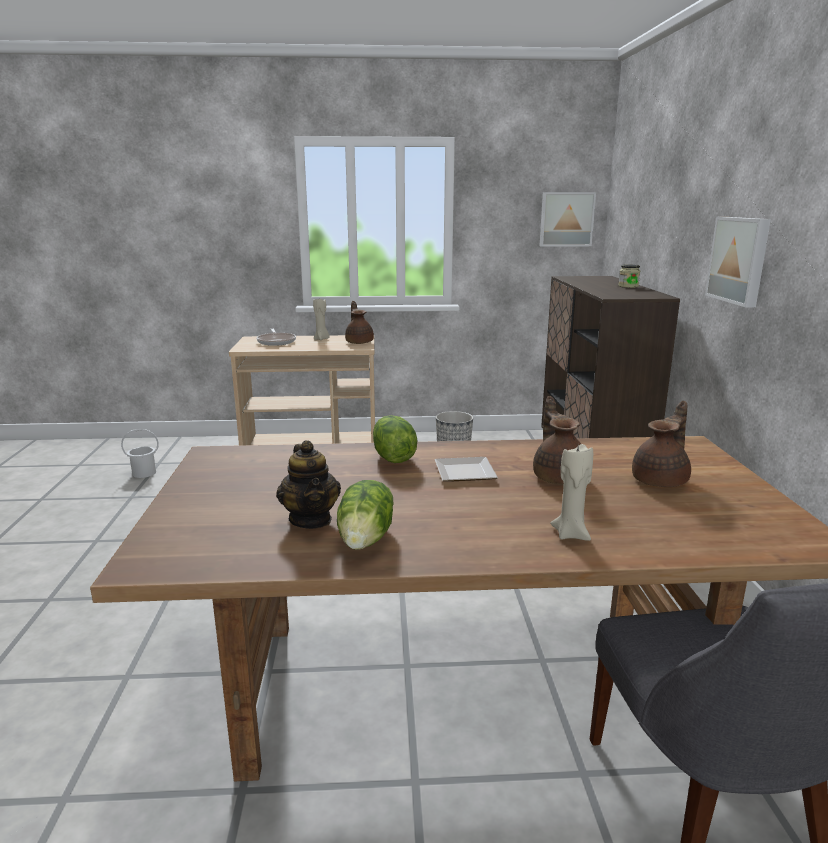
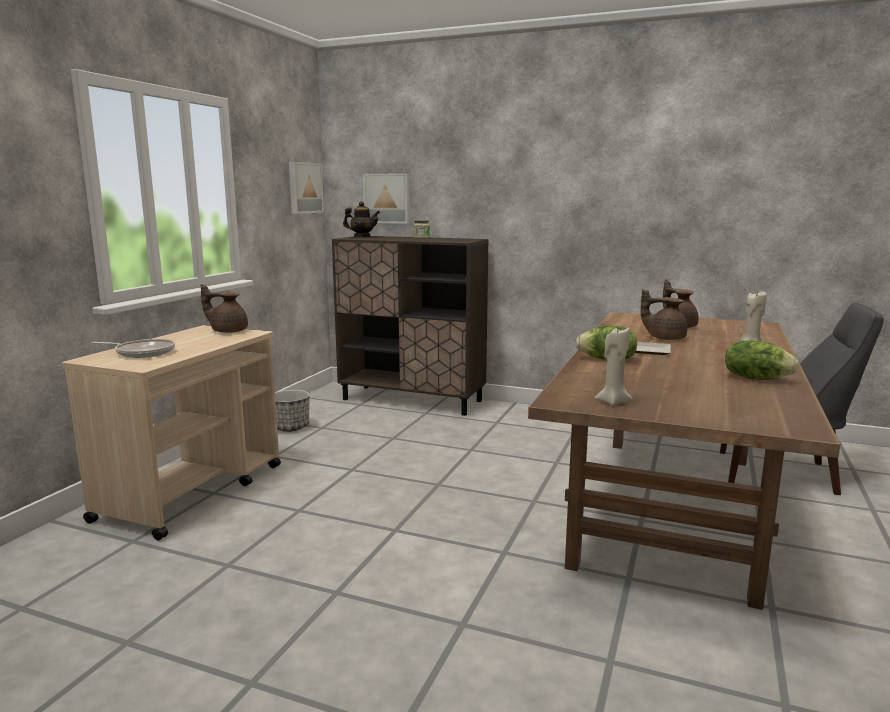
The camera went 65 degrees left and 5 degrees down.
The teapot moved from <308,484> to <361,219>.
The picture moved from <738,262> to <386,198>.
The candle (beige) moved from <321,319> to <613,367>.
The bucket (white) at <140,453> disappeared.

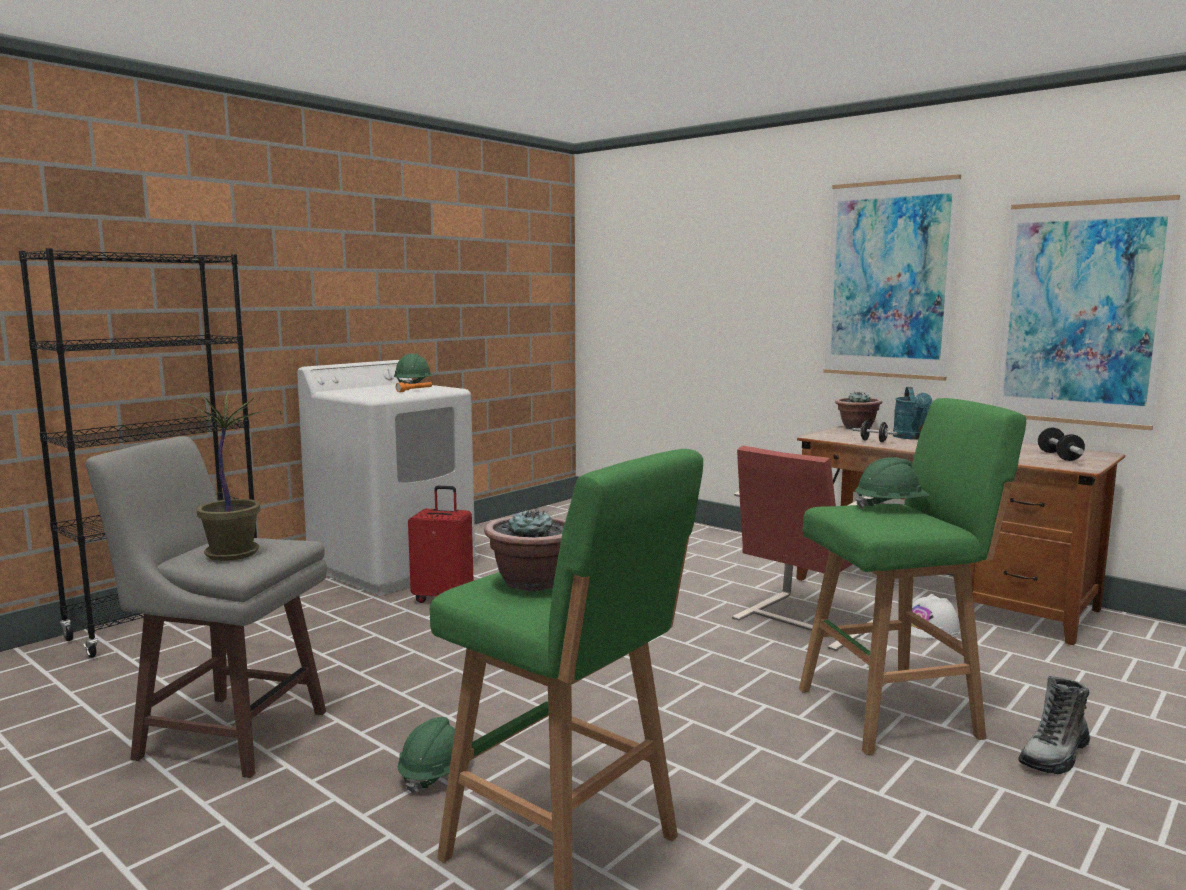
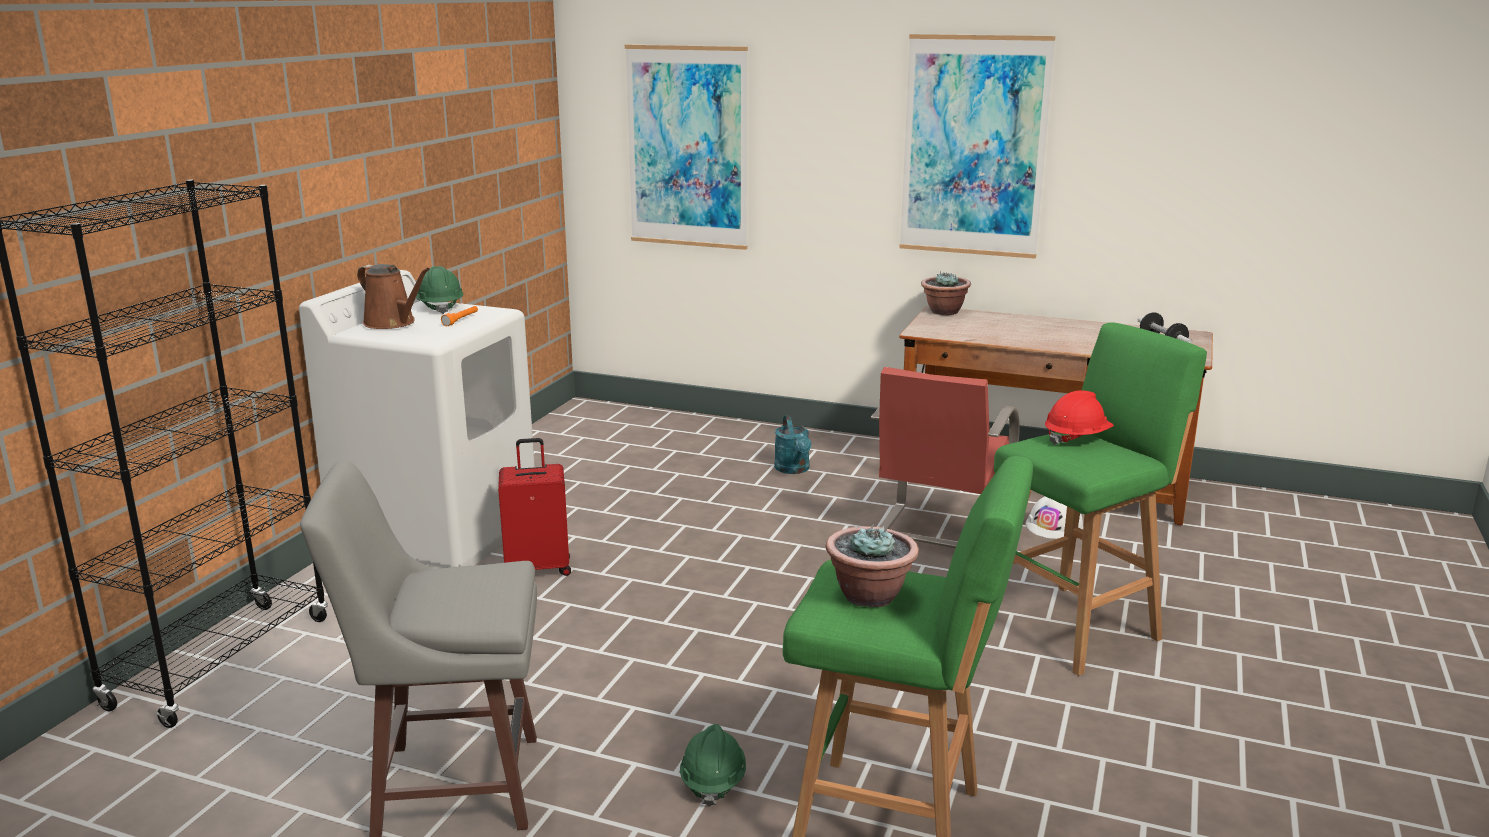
The camera went 20 degrees left and 10 degrees up.
The watering can (brown) at <393,296> appeared.
The picture moved from <1087,312> to <686,147>.
The watering can (turquoise) moved from <912,413> to <792,444>.
The hard hat (green) at <893,483> became the hard hat (red) at <1079,417>.
The potted plant at <225,476> disappeared.
The dumbbell (black) at <874,431> disappeared.
The boot at <1054,725> disappeared.

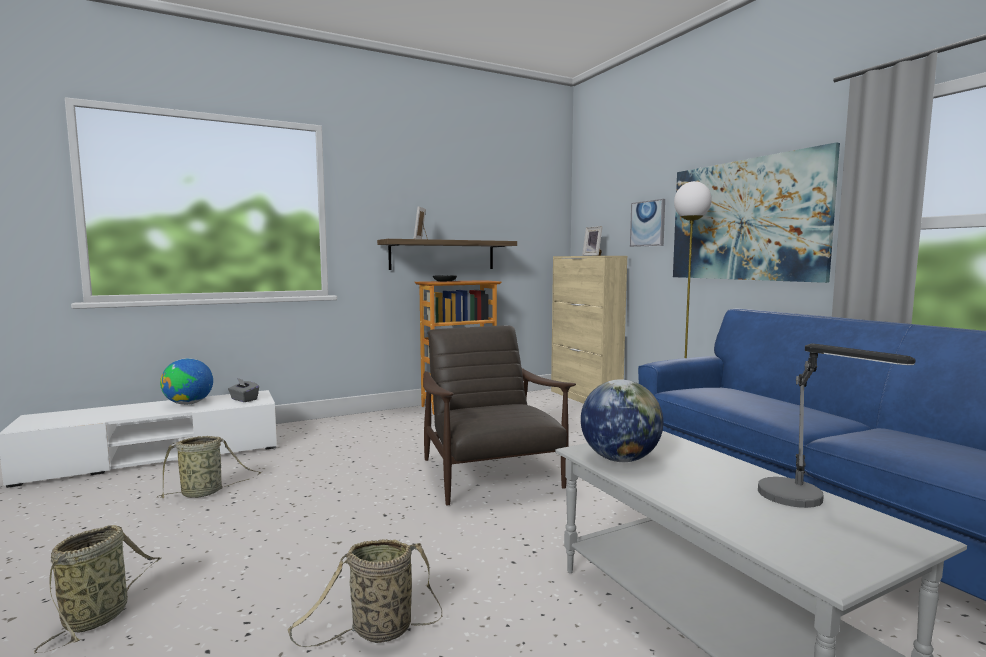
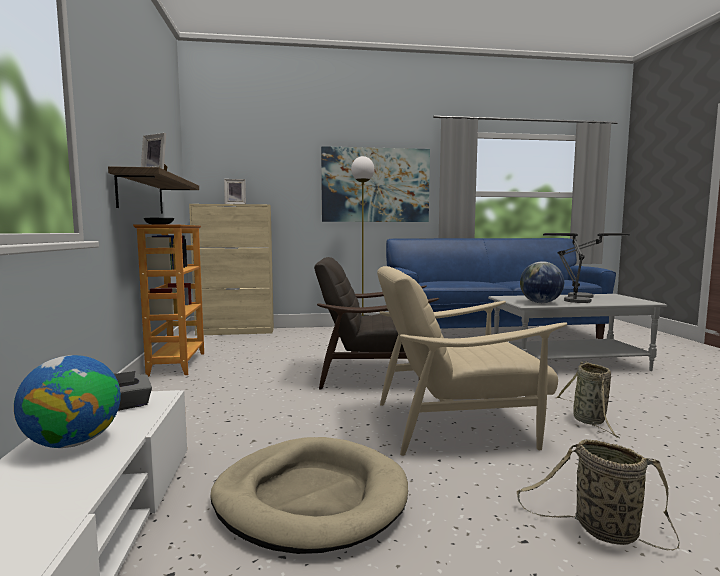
The camera went 70 degrees left and 0 degrees up.
The basket at <209,467> was replaced by the dog bed (beige) at <309,495>.
The armchair (beige) at <472,361> appeared.
The table lamp at <567,268> appeared.
The picture at <647,223> disappeared.

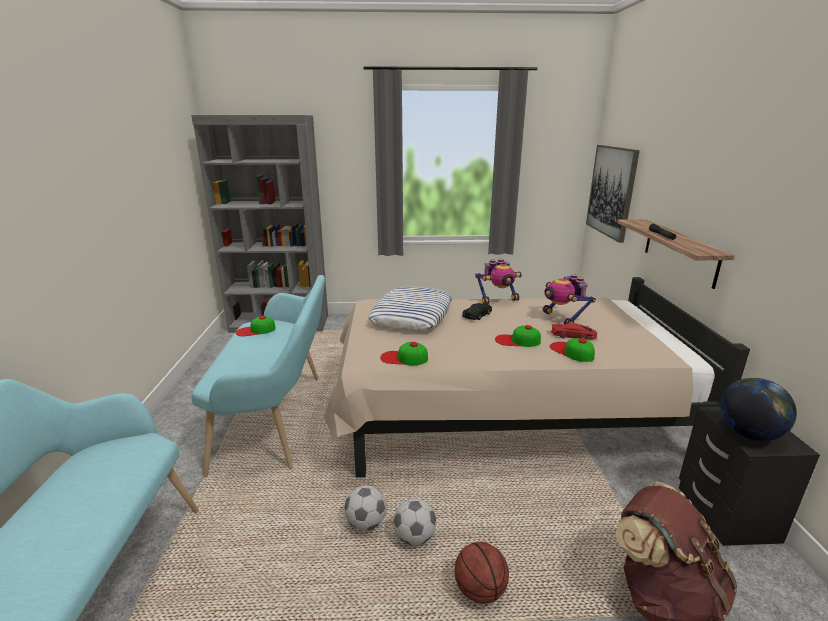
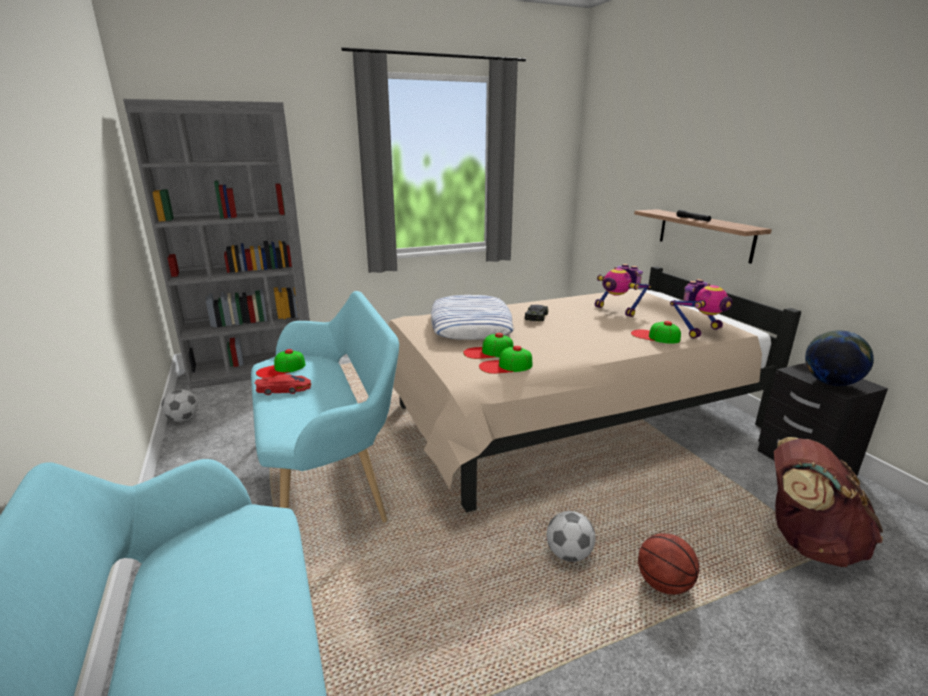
The camera went 20 degrees left and 0 degrees up.
The football moved from <365,508> to <179,405>.
The toy car (red) moved from <574,331> to <283,384>.
The cap moved from <518,336> to <488,346>.
The toy robot moved from <498,281> to <701,309>.
The picture at <613,194> disappeared.

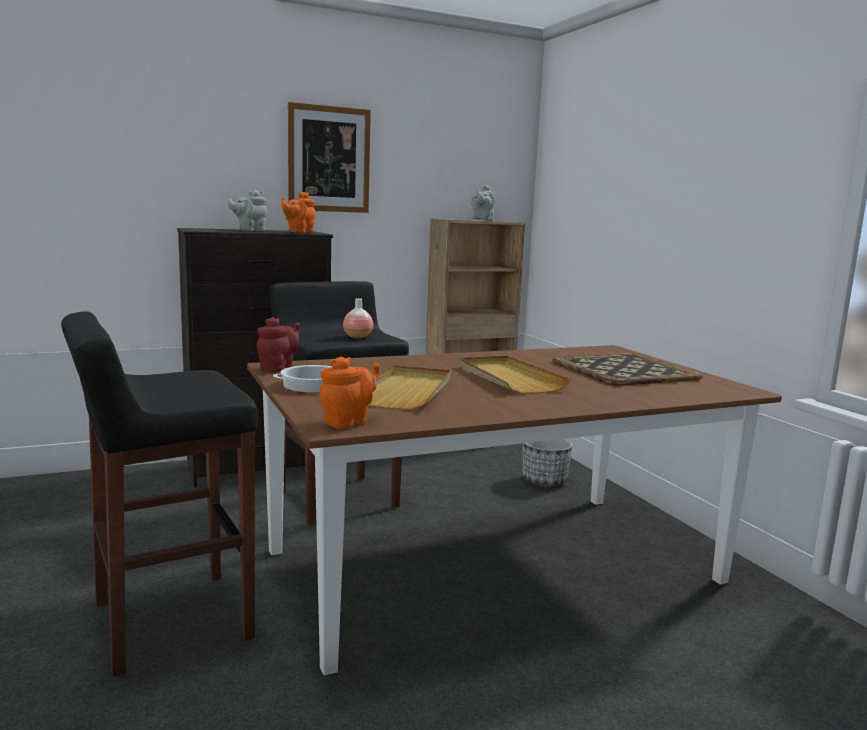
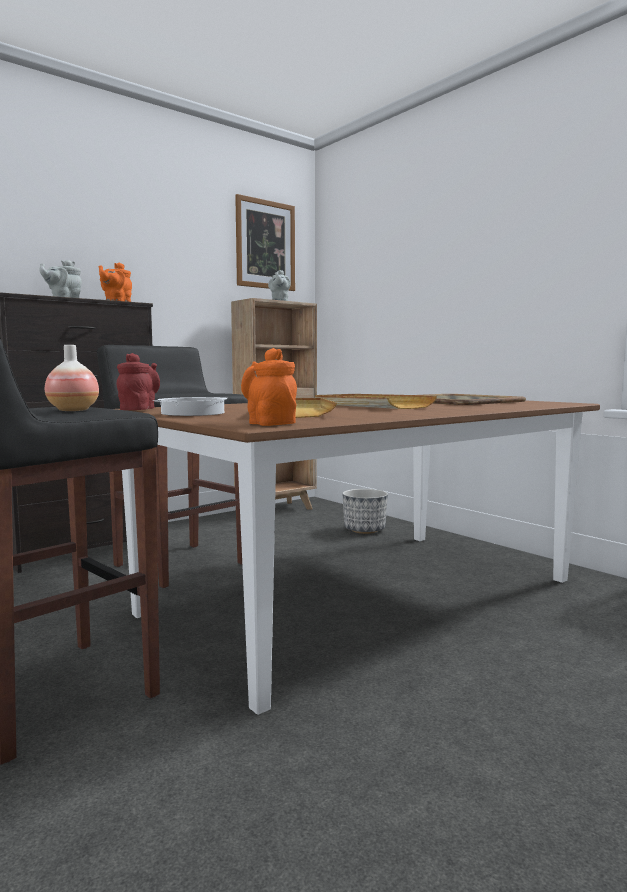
The camera went 15 degrees left and 5 degrees down.
The vase moved from <358,318> to <72,378>.
The picture moved from <329,157> to <265,242>.
The teapot (orange) at <350,392> turned 60 degrees counterclockwise.

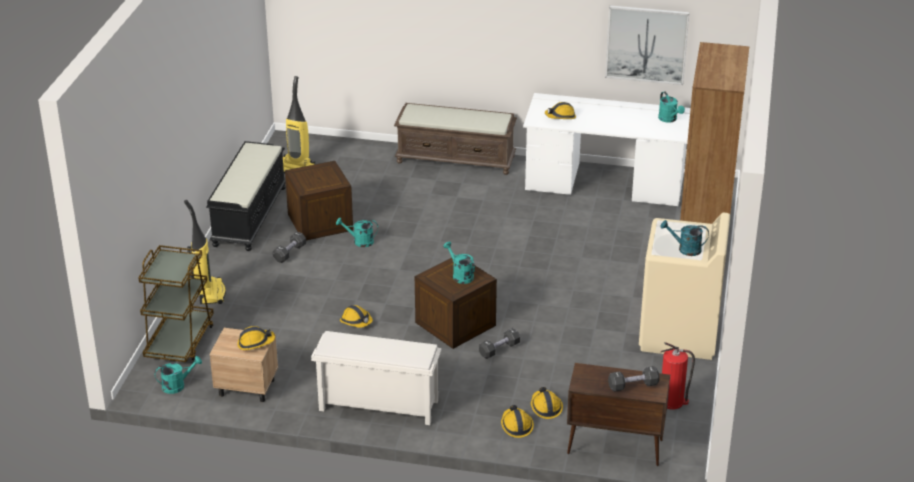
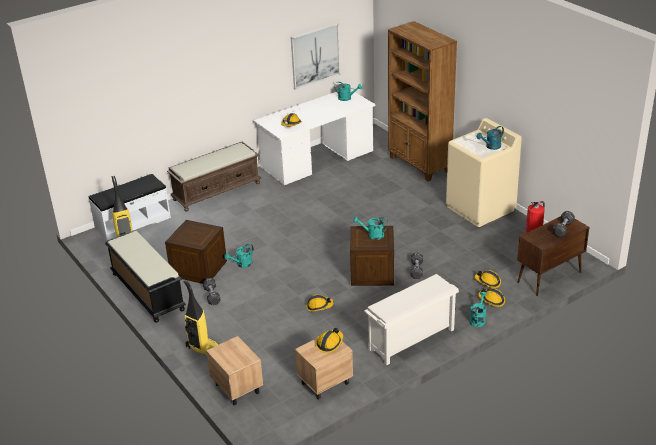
The camera went 45 degrees left and 0 degrees up.
The bench (white) at <130,207> appeared.
The cart (brown) at <176,303> was replaced by the nightstand (beige) at <234,371>.
The watering can (turquoise) moved from <178,375> to <478,309>.

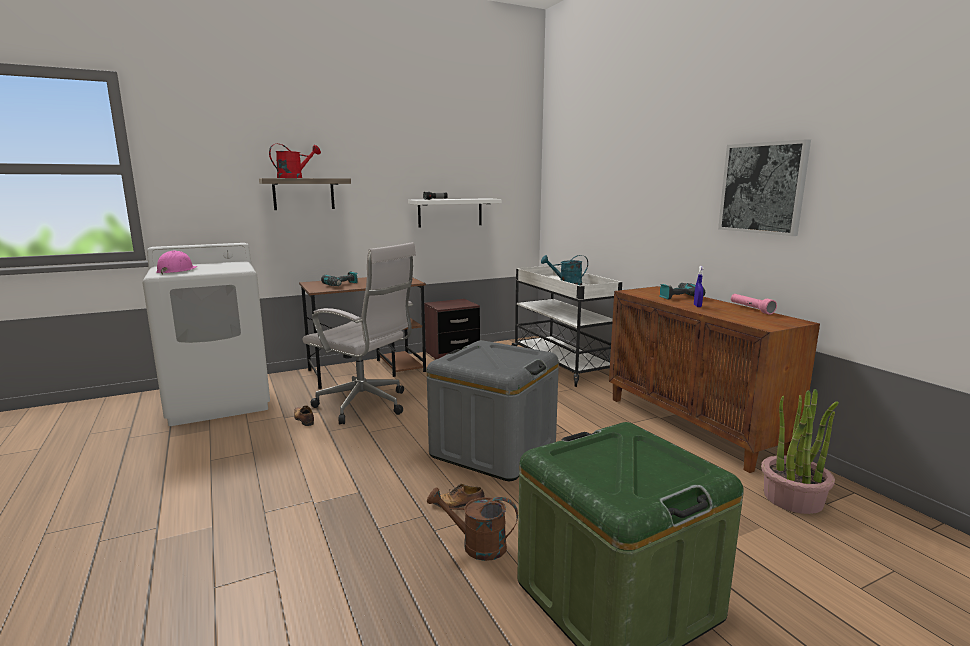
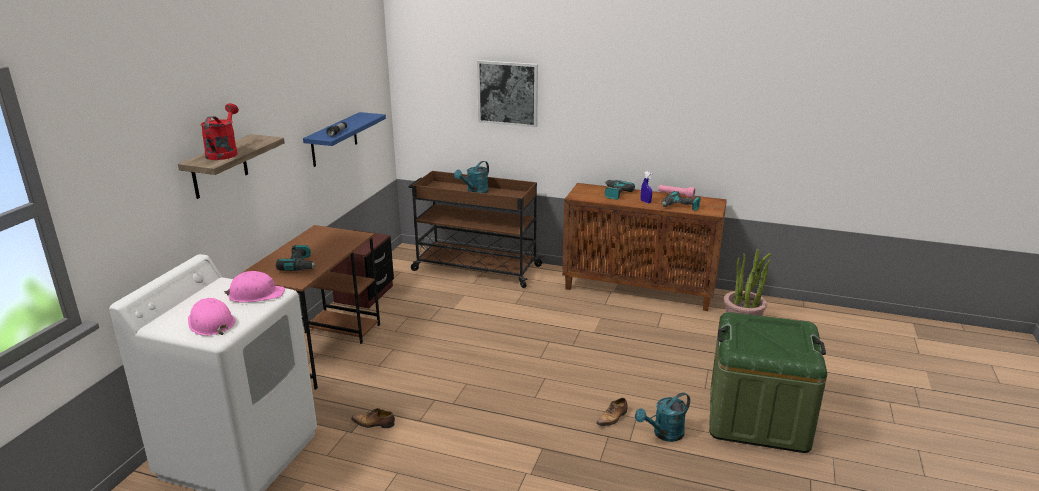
The camera went 45 degrees left and 10 degrees up.
The hard hat (pink) at <254,287> appeared.
The shelf (white) at <455,213> became the shelf (blue) at <344,139>.
The cart (white) at <567,326> became the cart (brown) at <476,229>.
The picture moved from <764,187> to <507,93>.
The watering can (brown) at <472,524> became the watering can (turquoise) at <662,417>.
The power drill at <680,201> appeared.
The office chair (white) at <359,333> disappeared.
The storage box (grey) at <493,410> disappeared.

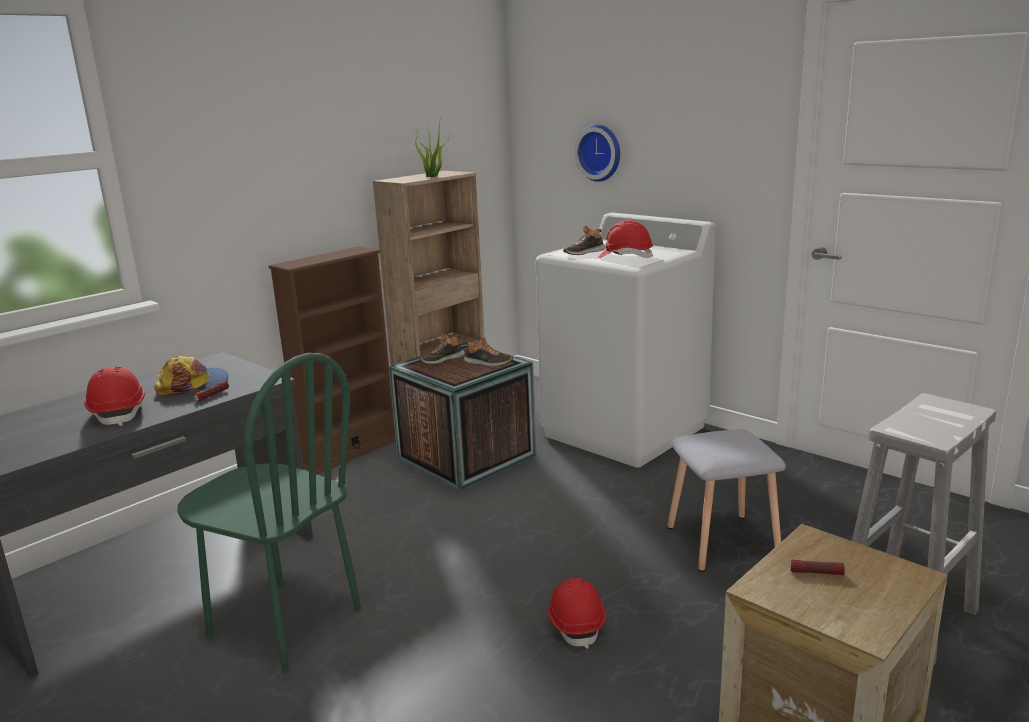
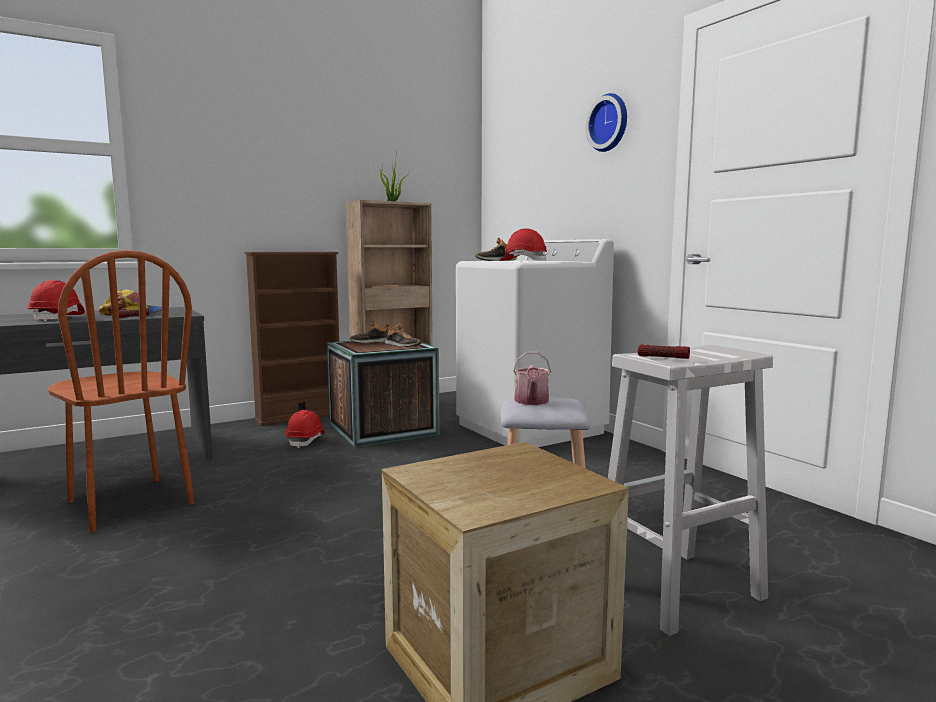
The camera went 15 degrees right and 10 degrees down.
The chair (green) at <269,513> became the chair (brown) at <121,391>.
The hard hat (red) moved from <576,613> to <305,429>.
The watering can at <532,378> appeared.
The wall clock moved from <597,153> to <606,122>.
The flashlight moved from <817,567> to <664,352>.

